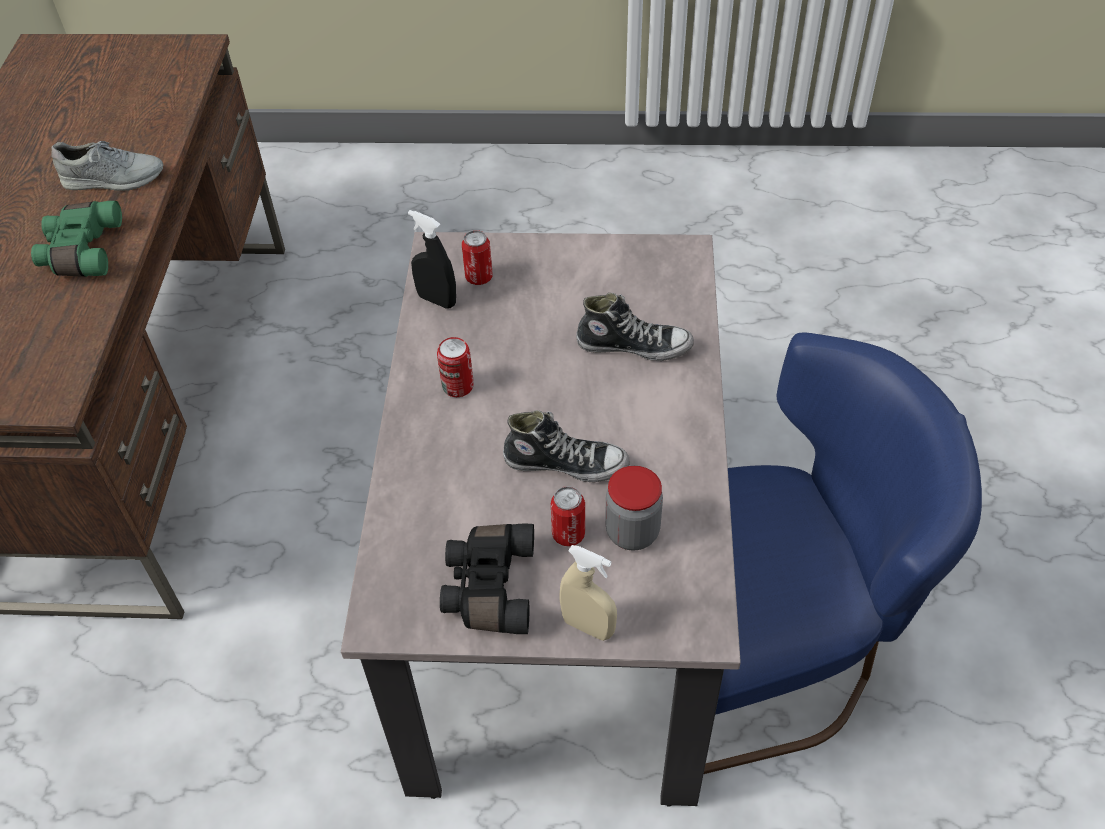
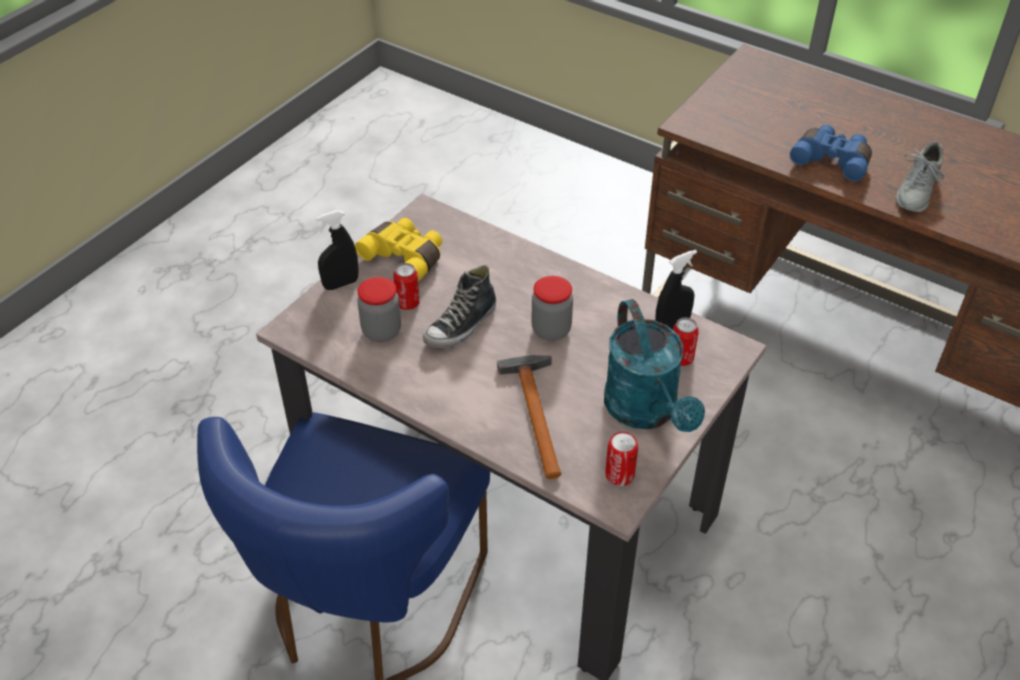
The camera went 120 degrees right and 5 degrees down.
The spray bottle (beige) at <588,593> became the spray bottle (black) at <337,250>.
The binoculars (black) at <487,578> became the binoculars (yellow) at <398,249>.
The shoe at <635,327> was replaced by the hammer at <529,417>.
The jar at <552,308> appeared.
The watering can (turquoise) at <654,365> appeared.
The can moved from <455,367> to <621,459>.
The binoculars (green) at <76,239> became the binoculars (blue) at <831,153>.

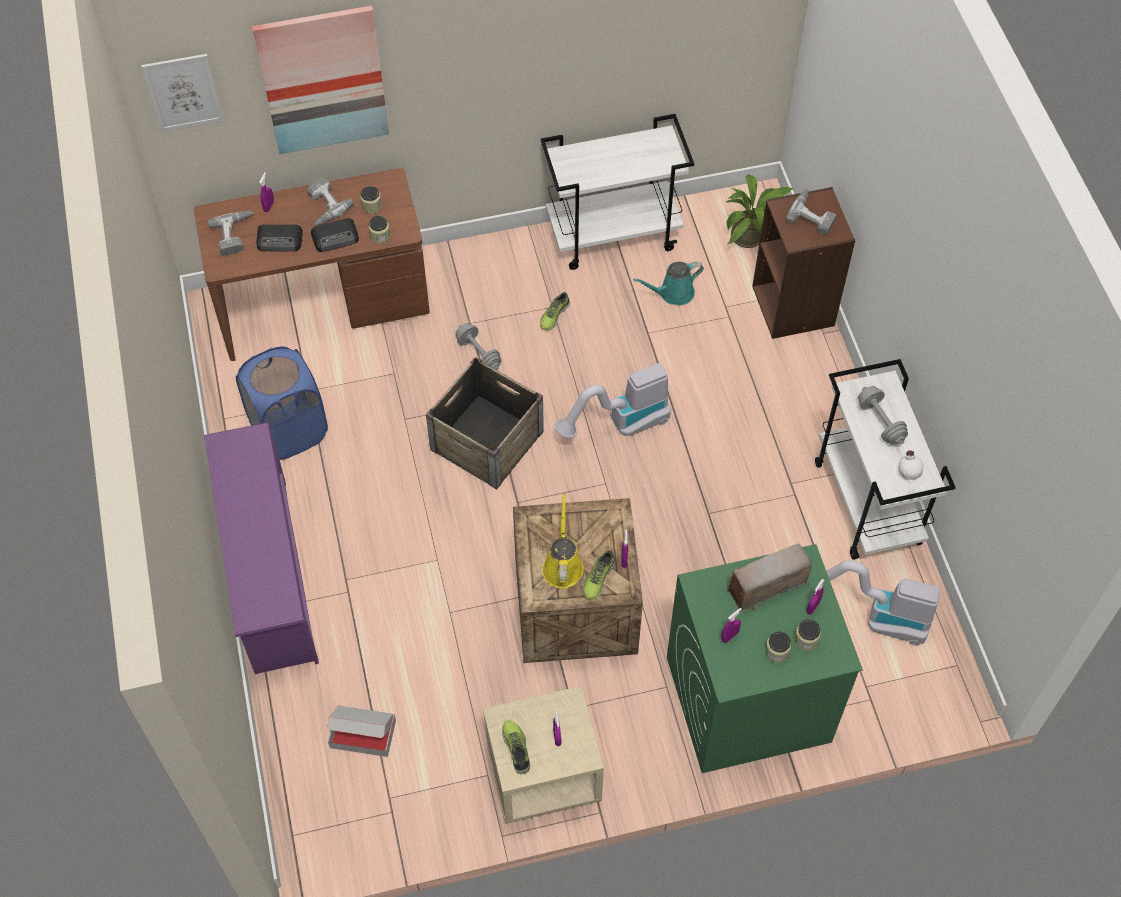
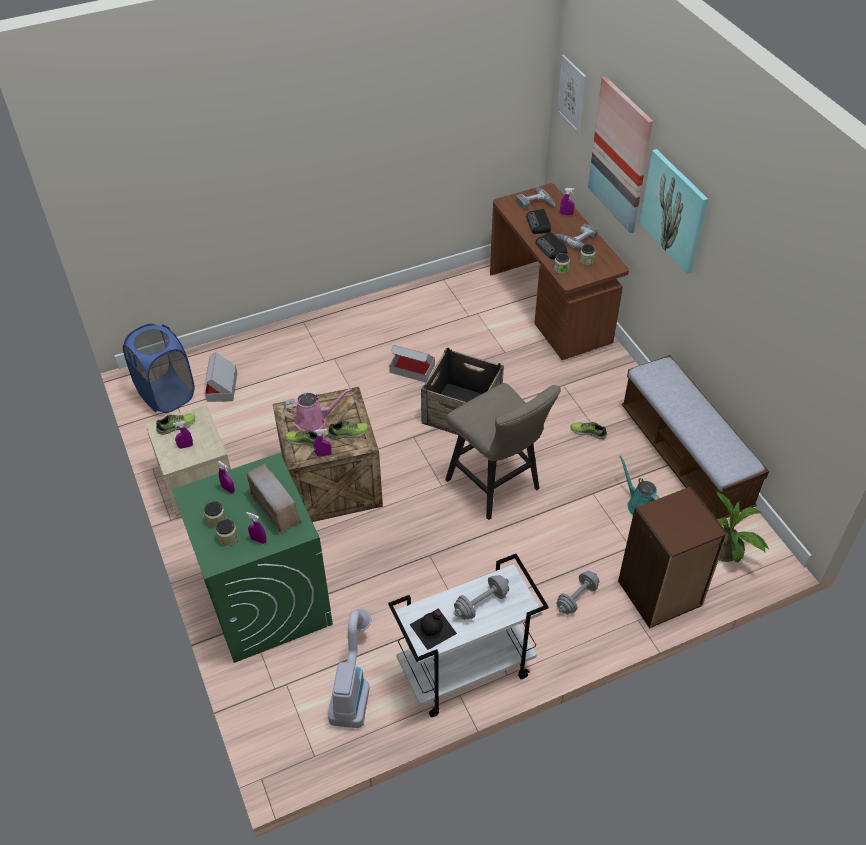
The camera went 80 degrees right and 10 degrees down.
The laundry basket (blue) moved from <282,402> to <159,368>.
The watering can (yellow) at <562,540> became the watering can (pink) at <318,410>.
The shoe at <348,430> appeared.
The cardboard box at <412,363> appeared.
The bottle (white) at <908,471> became the bottle (black) at <433,629>.
The vacuum cleaner at <613,400> was replaced by the stool (beige) at <503,451>.
The dumbbell (grey) moved from <478,346> to <578,593>.
The cart (white) at <617,192> was replaced by the bench at <695,437>.
The picture at <673,211> appeared.
The shoe rack (purple) at <261,548> disappeared.
The power drill at <811,212> disappeared.

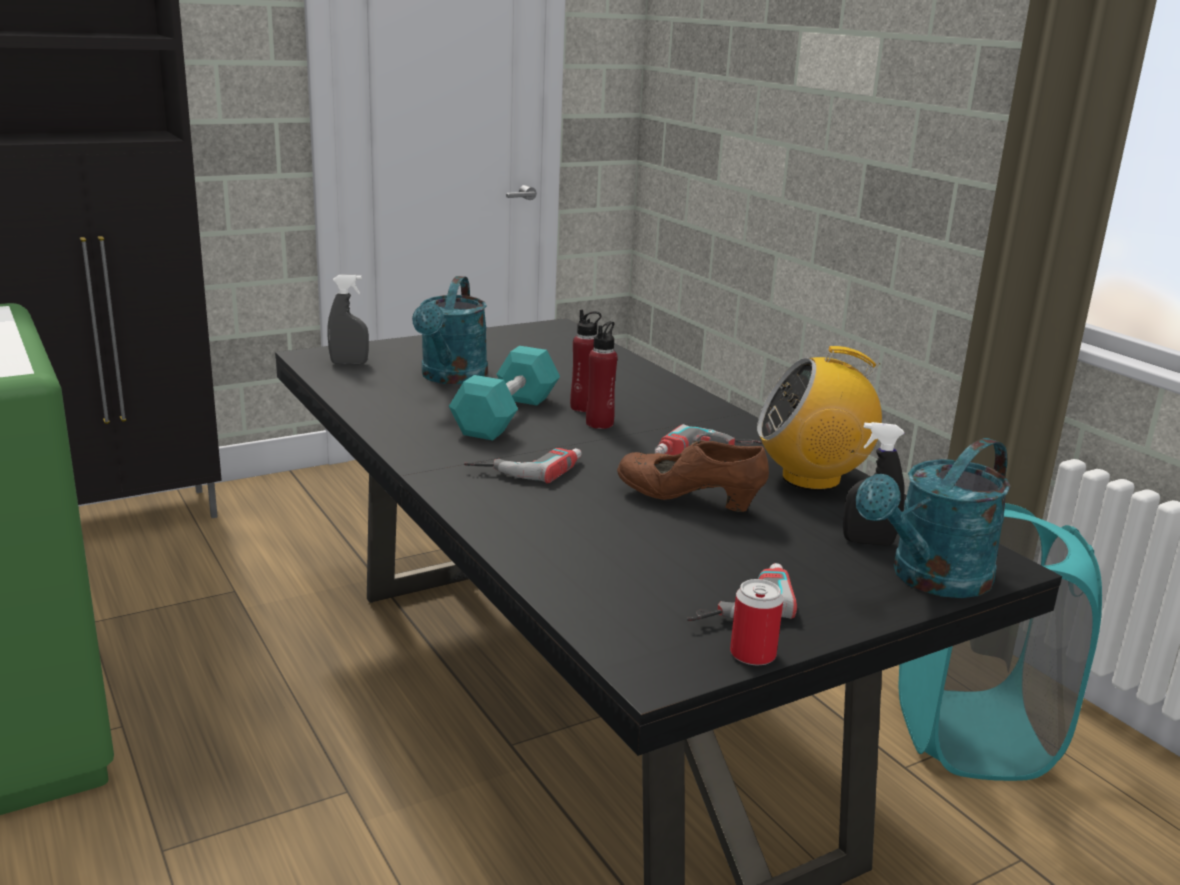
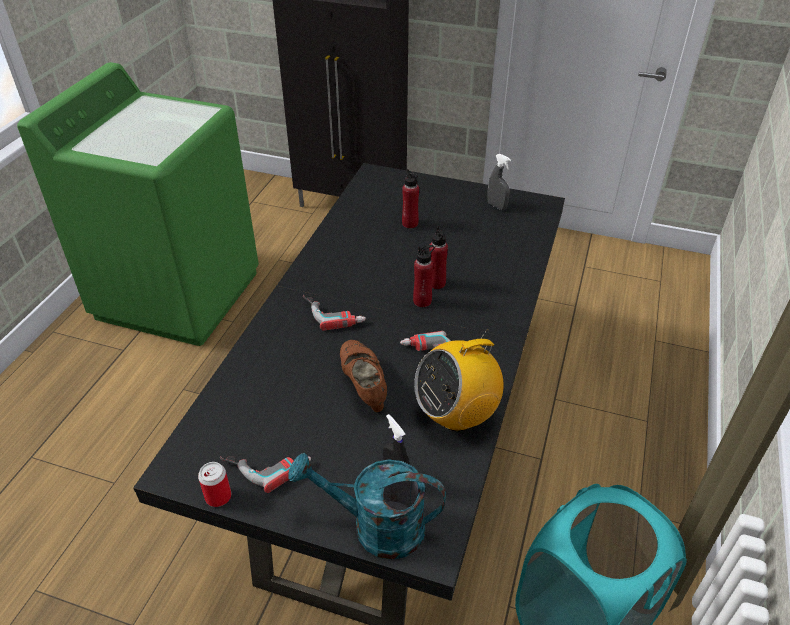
The camera went 50 degrees right and 20 degrees up.
The watering can (turquoise) at <450,330> was replaced by the bottle (red) at <410,198>.
The radio at <819,418> turned 75 degrees counterclockwise.
The spray bottle (grey) moved from <348,320> to <499,182>.
The dumbbell (turquoise) at <504,393> disappeared.

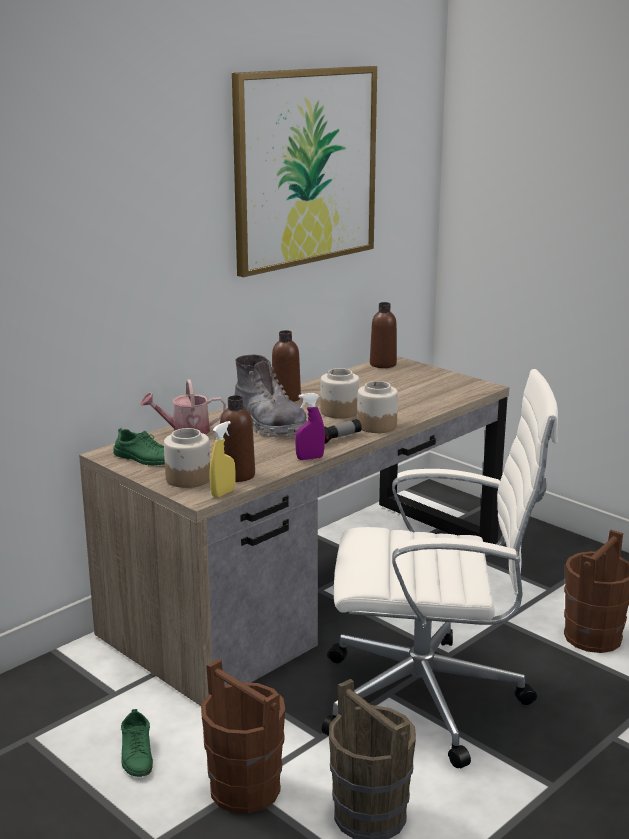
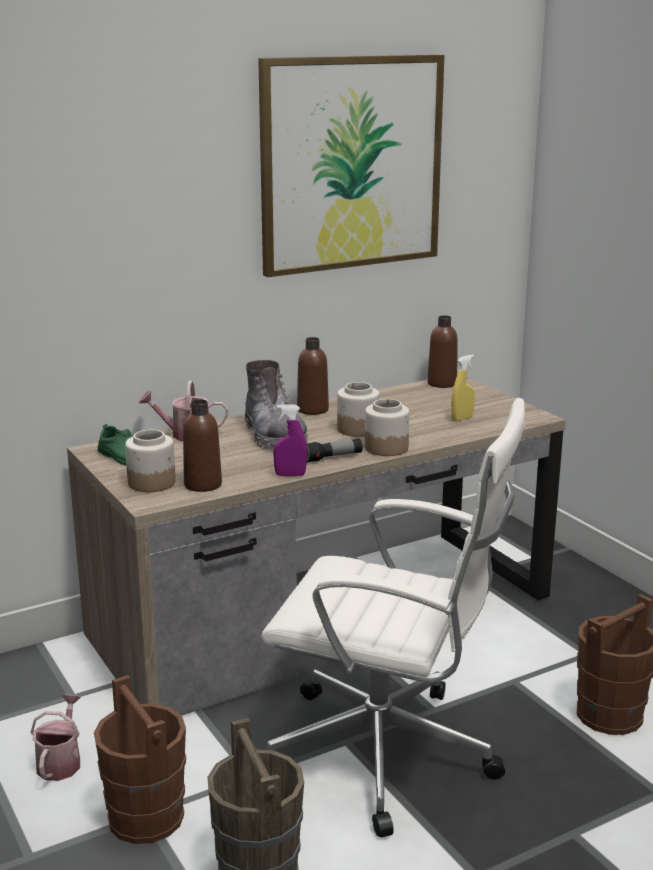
The camera went 15 degrees right and 0 degrees up.
The shoe (green) at <137,743> was replaced by the watering can at <56,737>.
The spray bottle (yellow) moved from <222,459> to <463,388>.

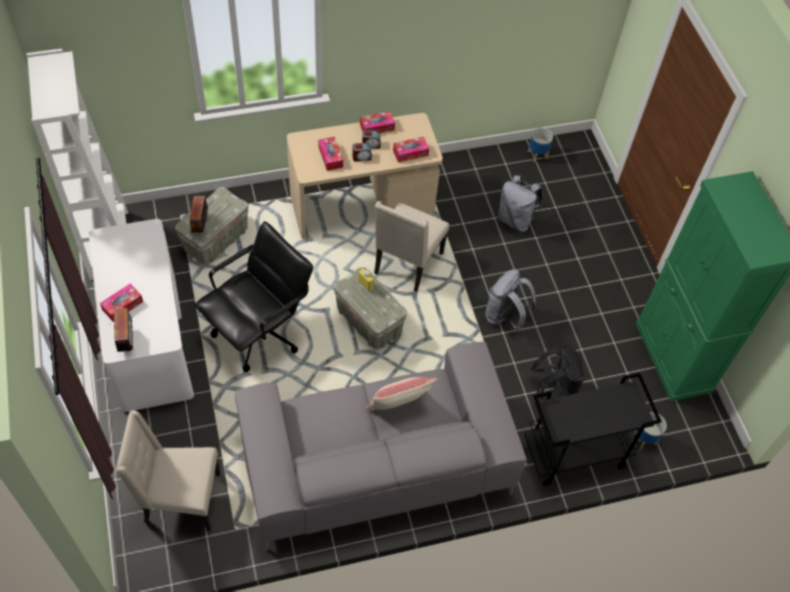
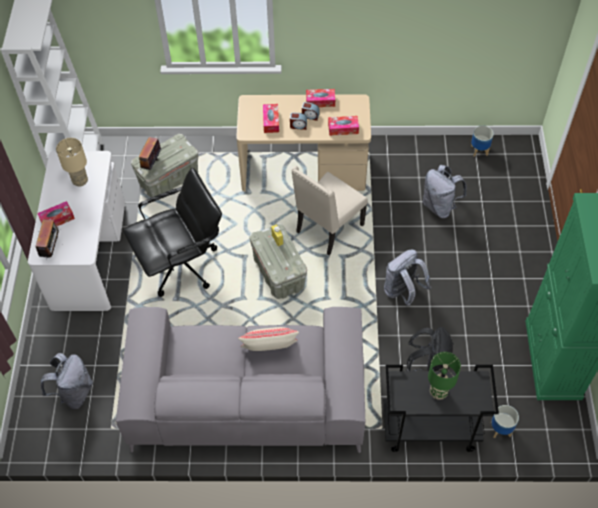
The camera went 20 degrees right and 0 degrees up.
The chair (beige) at <168,470> was replaced by the backpack (grey) at <67,381>.
The table lamp (beige) at <72,162> appeared.
The table lamp (green) at <444,376> appeared.

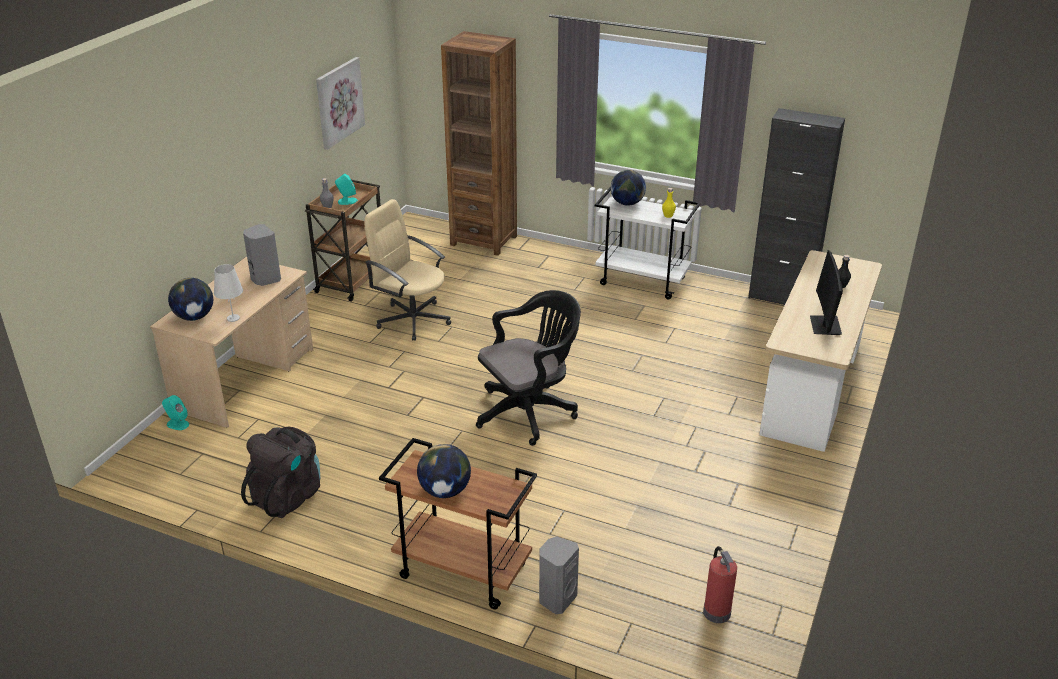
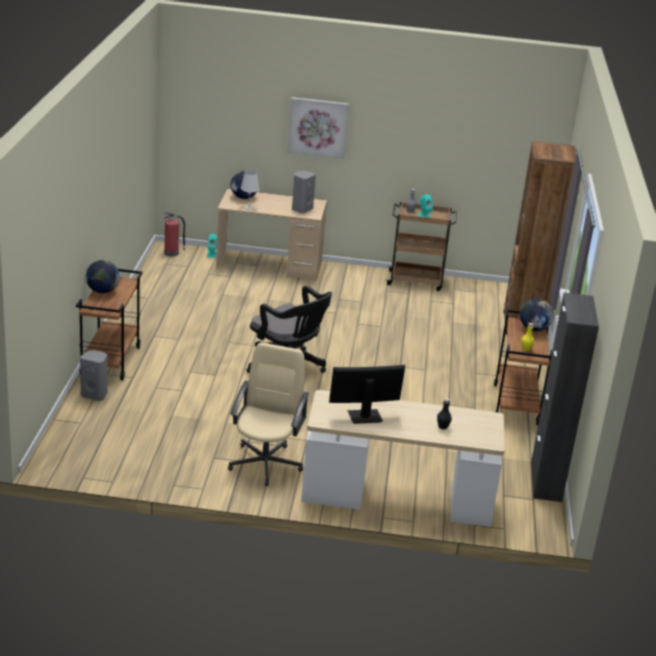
The camera went 70 degrees right and 5 degrees down.
The fire extinguisher moved from <720,584> to <174,234>.
The office chair (beige) moved from <408,270> to <268,414>.
The picture moved from <340,103> to <318,128>.
The cart (white) at <647,243> became the cart (brown) at <523,367>.
The backpack (black) at <280,472> disappeared.

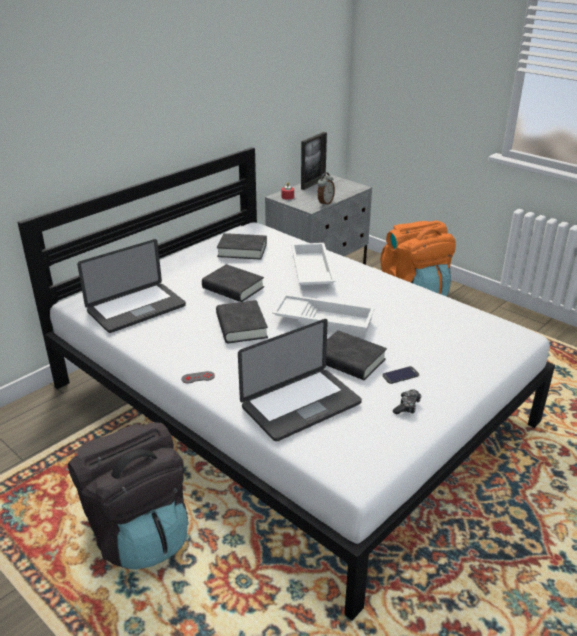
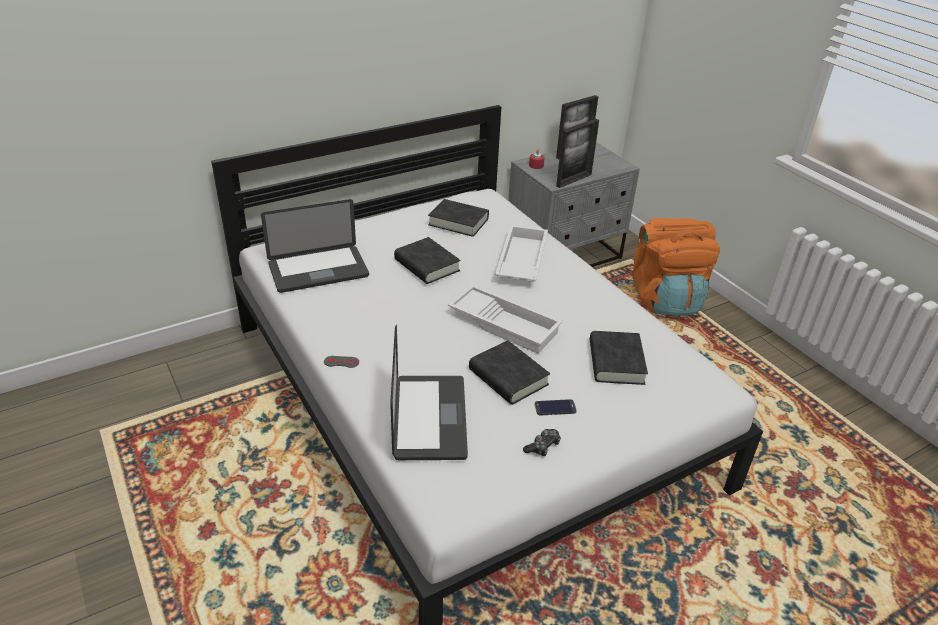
The camera went 15 degrees right and 5 degrees up.
The laptop at <300,380> turned 75 degrees counterclockwise.
The alarm clock at <326,189> was replaced by the picture frame at <577,153>.
The book (black) moved from <242,321> to <619,358>.
The backpack (black) at <128,496> disappeared.

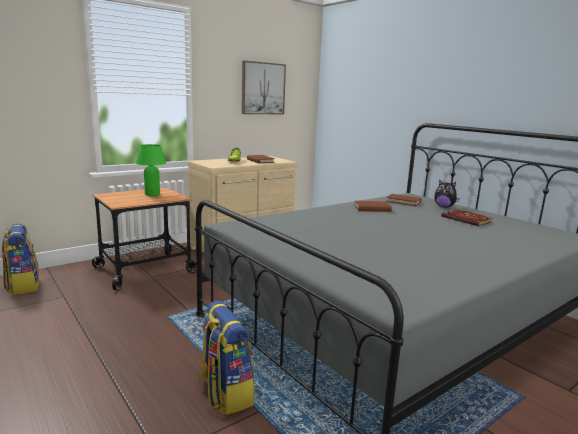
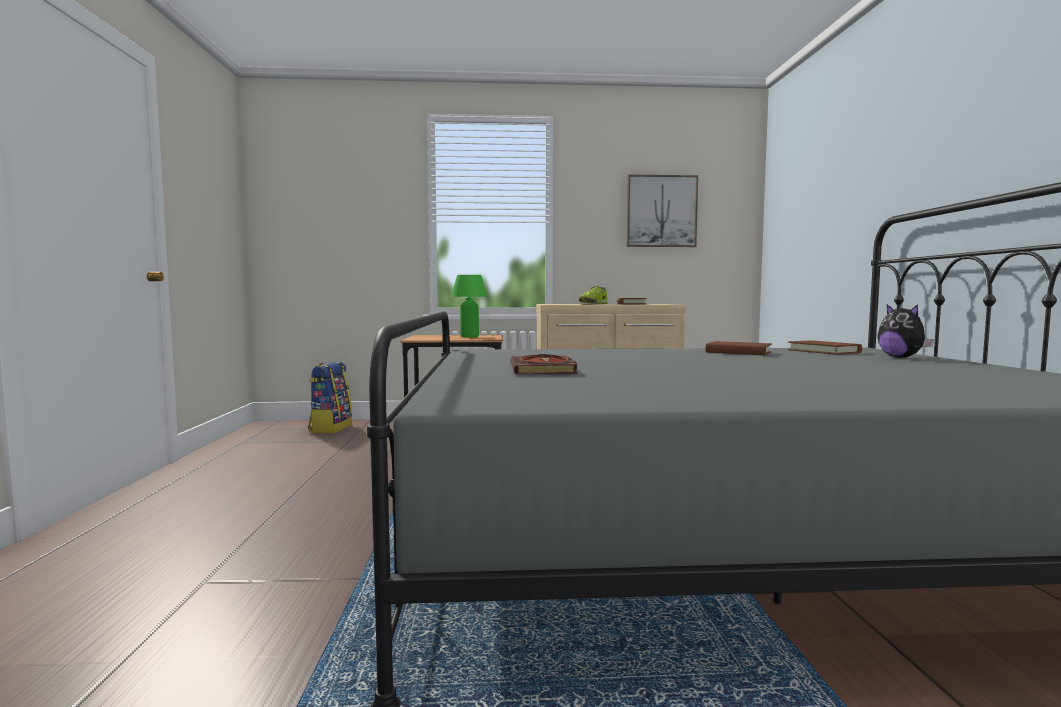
The camera went 35 degrees right and 10 degrees down.
The book moved from <467,218> to <544,364>.
The backpack at <226,358> disappeared.

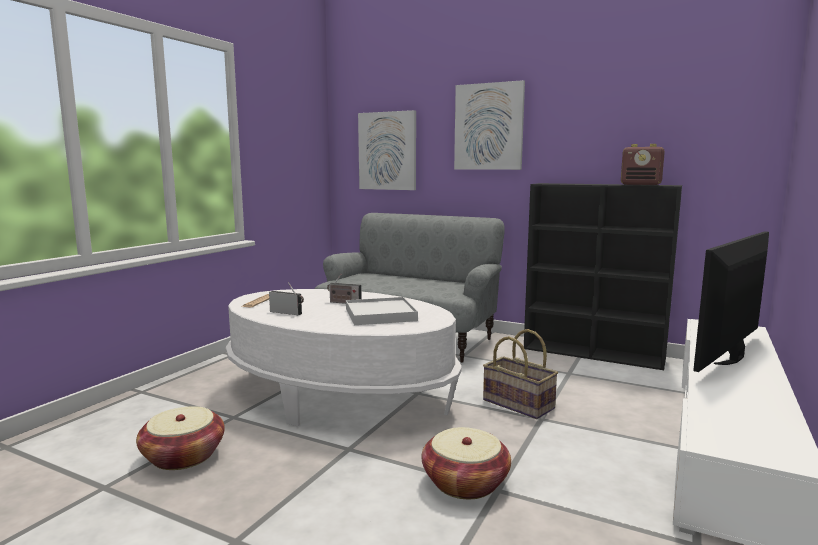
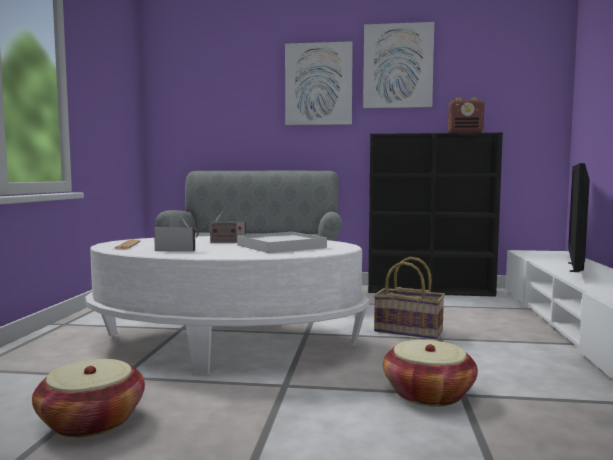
The camera went 20 degrees left and 5 degrees down.
The picture moved from <387,150> to <398,65>.

